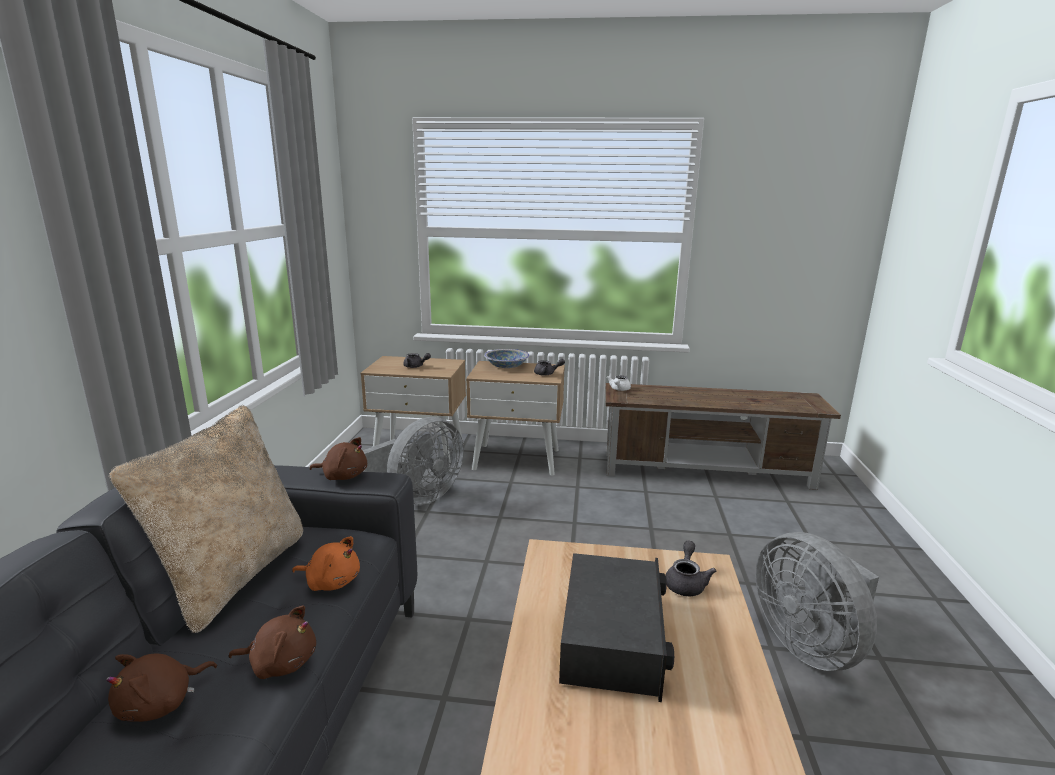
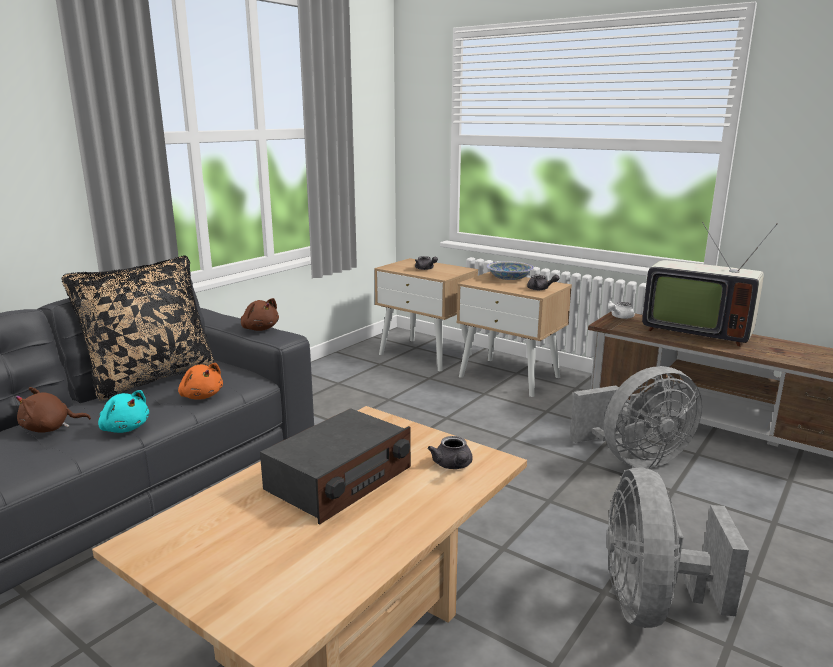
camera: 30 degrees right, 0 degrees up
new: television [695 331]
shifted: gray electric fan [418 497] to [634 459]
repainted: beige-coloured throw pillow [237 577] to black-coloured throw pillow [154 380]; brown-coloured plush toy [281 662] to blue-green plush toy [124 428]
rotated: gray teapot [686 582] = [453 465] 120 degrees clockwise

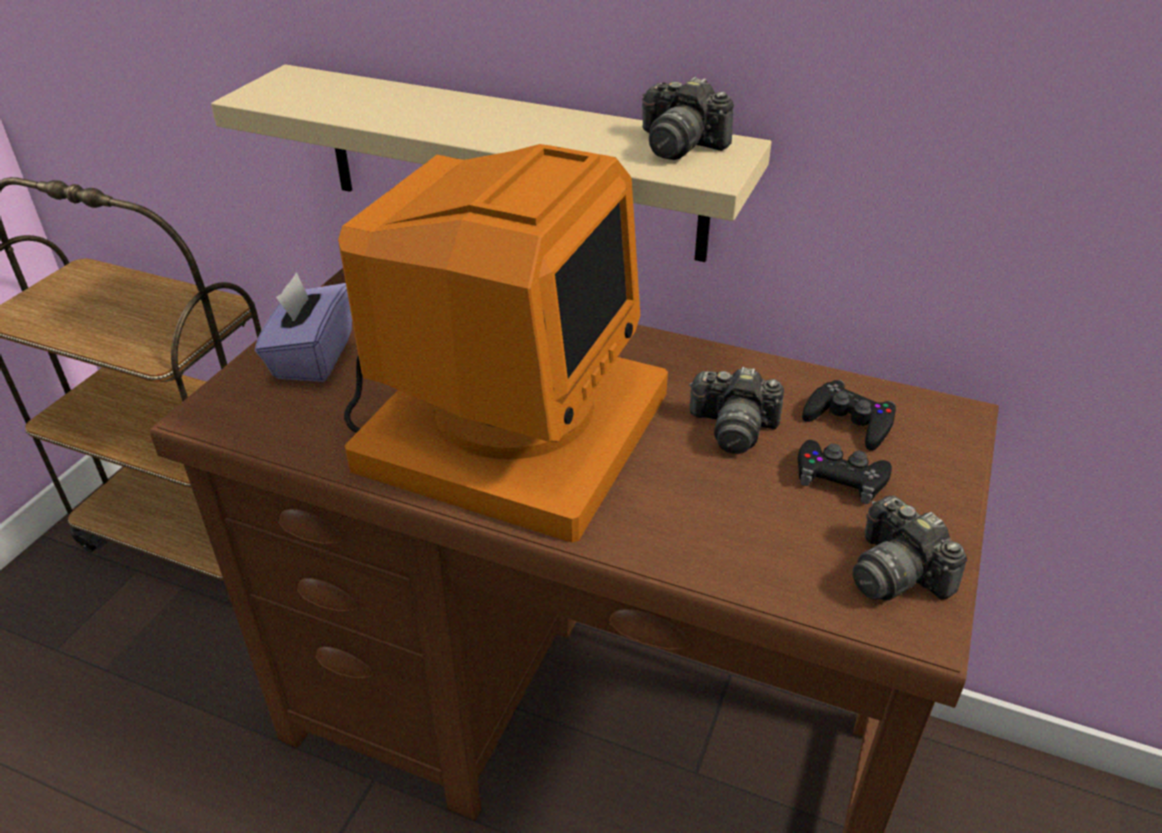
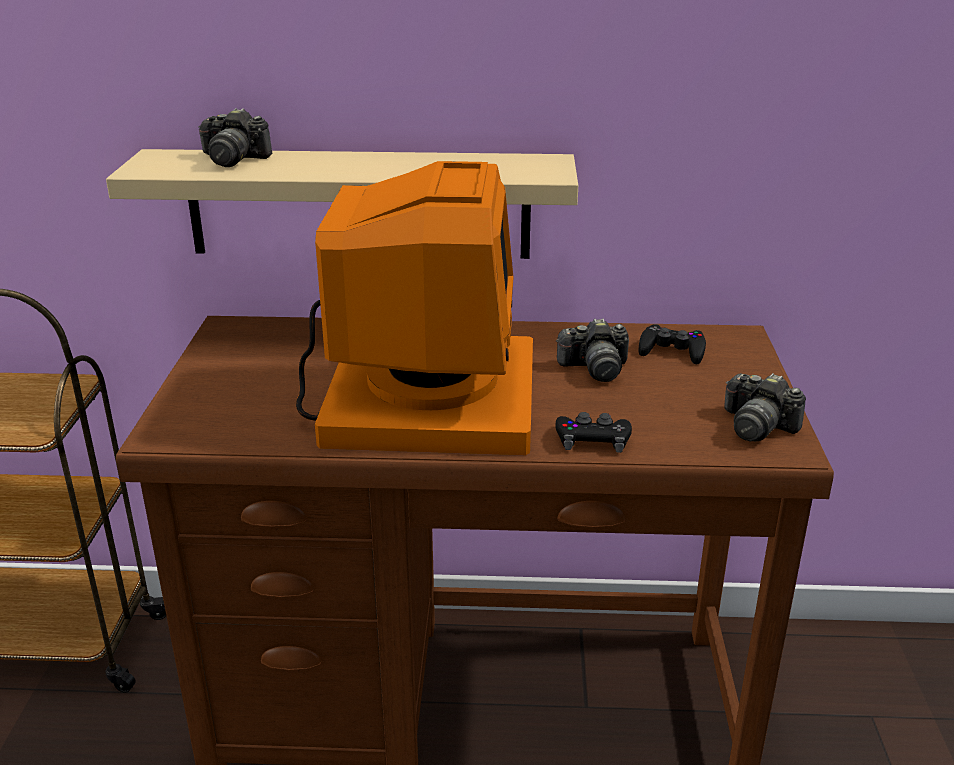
camera: 20 degrees left, 10 degrees down
gone: purple tissue box [312 357]
shifted: photo camera [680 145] to [234 159]; black-coloured joypad [840 477] to [592 440]

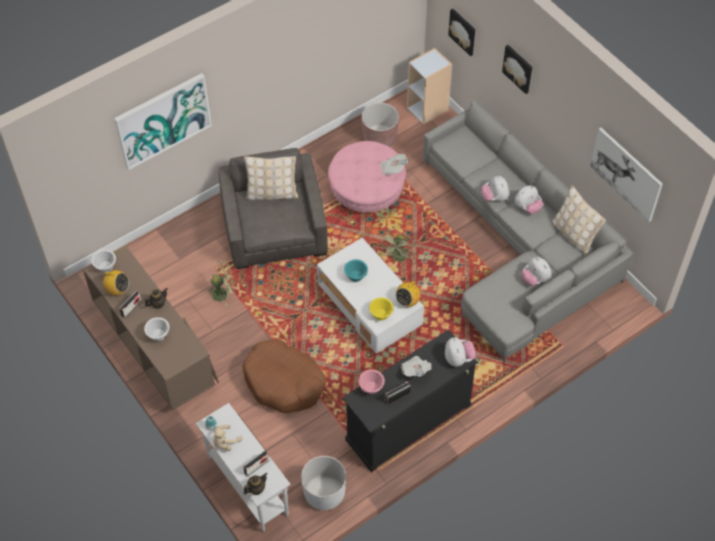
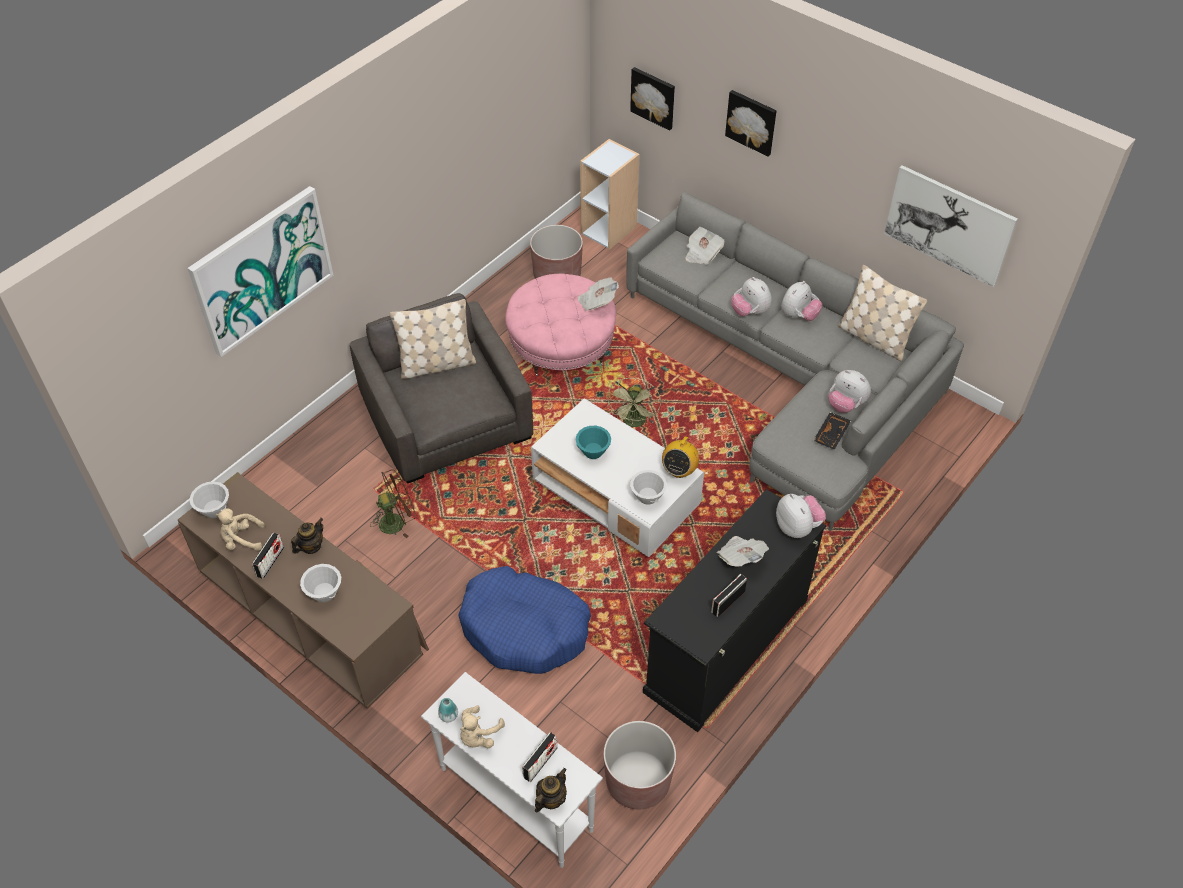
camera: 15 degrees left, 5 degrees down
gone: pinkish bowl [371 388]
new: newspaper [702 253]; black-coloured carrying tray [832 434]
swapped: radio receiver [117 290] to beige-coloured plush toy [241 540]
repainted: green electric fan [223 293] to brown-coloured electric fan [397 521]; brown-coloured dog cushion [284 382] to blue-coloured dog cushion [524 629]; white flower pot [324 493] to brown-coloured flower pot [638 781]; yellowish bowl [381 315] to white bowl [648 497]

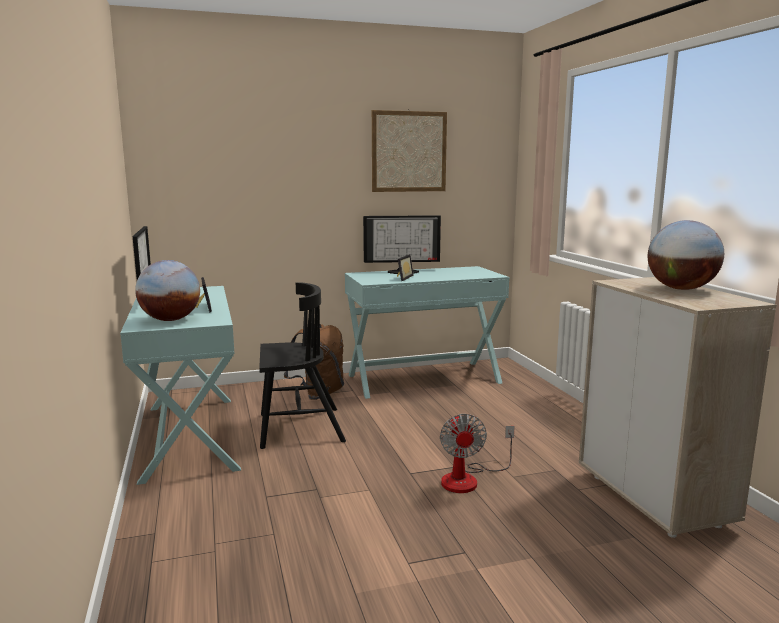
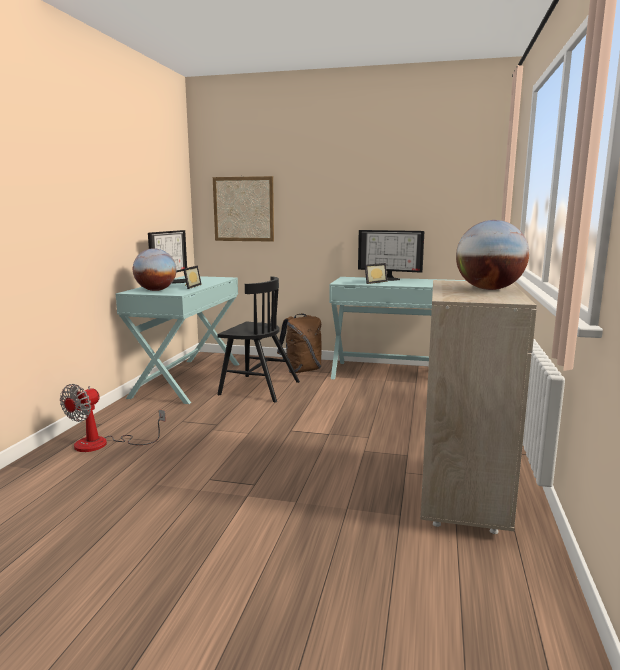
camera: 30 degrees right, 0 degrees up
shifted: picture [409 150] to [243 208]; electric fan [468 479] to [103 444]

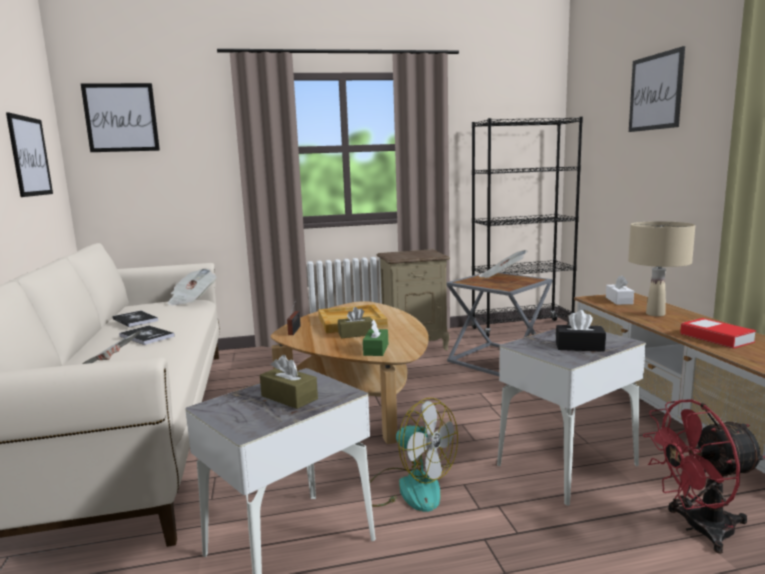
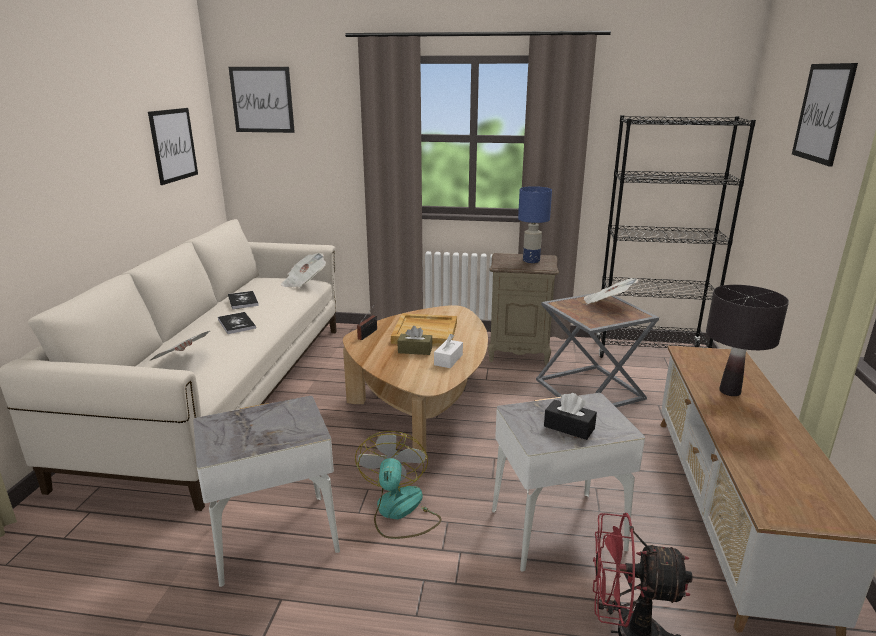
camera: 20 degrees right, 10 degrees up
gone: brown-coloured tissue box [289 397]; green tissue box [376 349]; book [716 338]
new: blue-coloured tabletop lamp [531 260]
shifted: white tissue box [619 300] to [448 360]
repainted: beige-coloured tabletop lamp [655 314] to black-coloured tabletop lamp [729 391]
rotated: electric fan [409 488] = [399 512] 150 degrees counterclockwise

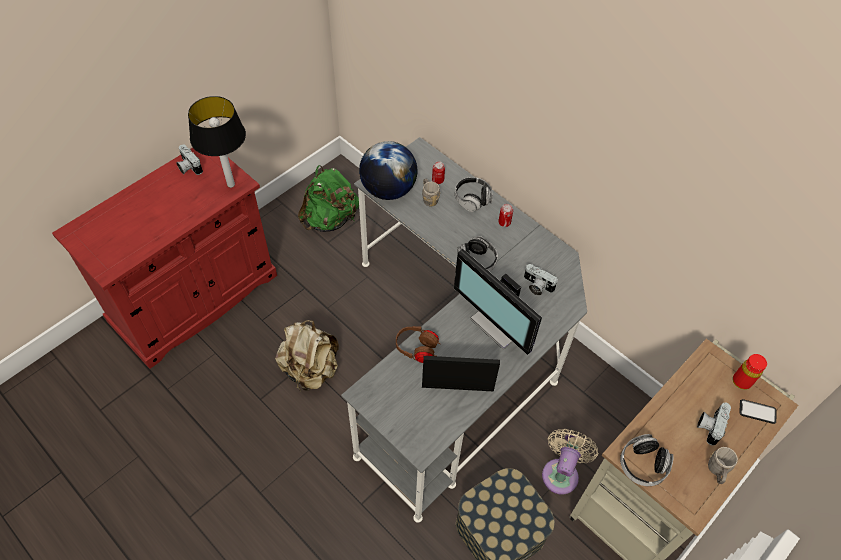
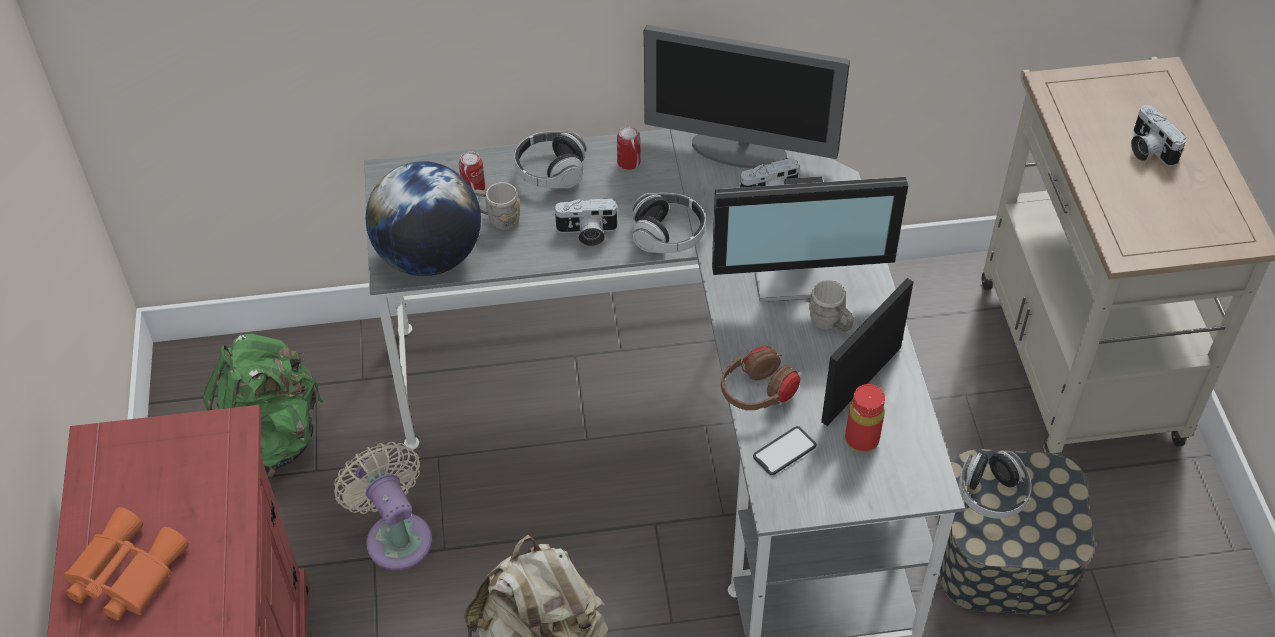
camera: 50 degrees left, 5 degrees down
gone: tabletop lamp [230 185]
new: orange pair of binoculars [124 573]; monitor [740 151]
shifted: photo camera [188 167] to [587 233]; beige-coloured electric fan [561 472] to [396 535]; headphones [642 465] to [991 494]; gray coffee mug [717 471] to [830 324]; red-coloured bottle [741 381] to [861 440]; telephone [757 411] to [784 451]

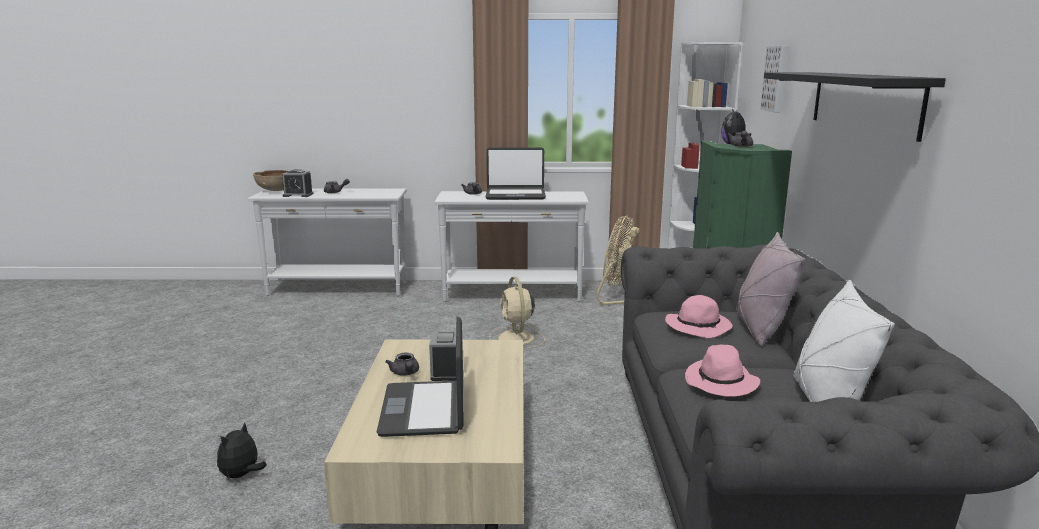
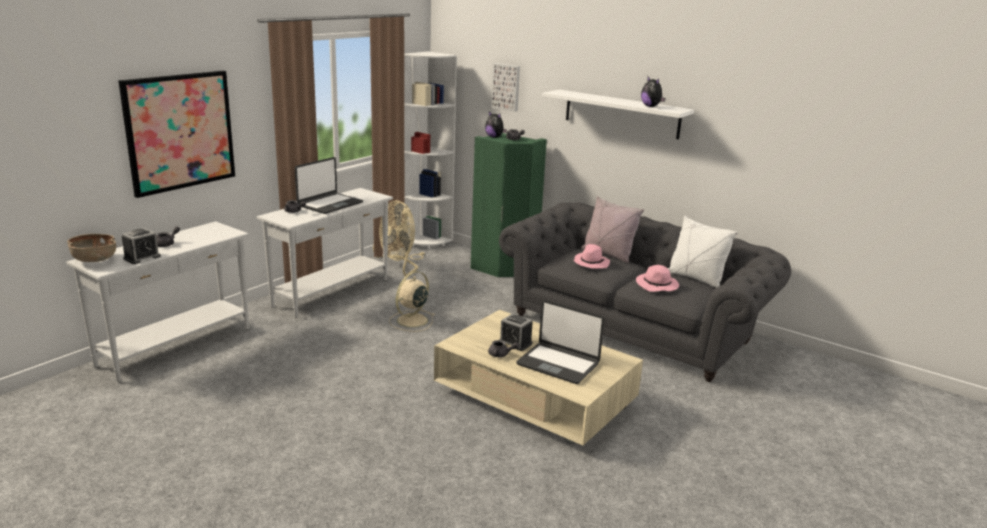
camera: 55 degrees left, 5 degrees up
new: picture [180 131]
shifted: plush toy [241 475] to [651 106]
repainted: black-coloured shelf [863 102] to white shelf [621 114]
rotated: beige-coloured electric fan [516 339] = [411 321] 105 degrees clockwise

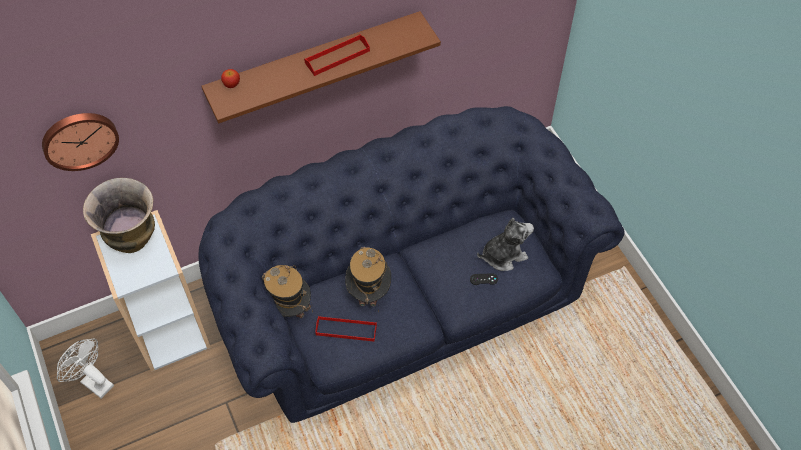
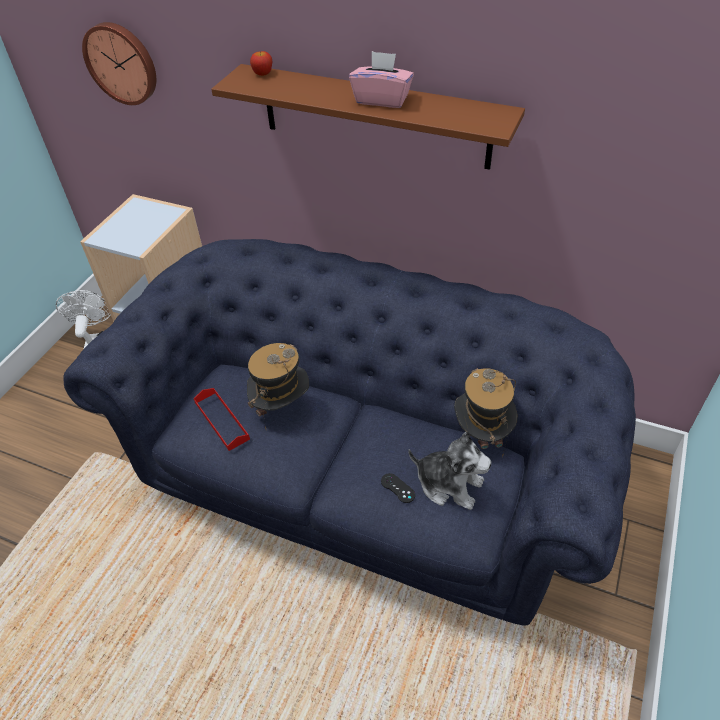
camera: 50 degrees right, 10 degrees down
gone: decorative vase [133 239]
shifted: wearable hat [288 308] to [481 434]
swapped: red-coloured carrying tray [337 57] to pinkish tissue box [382 100]

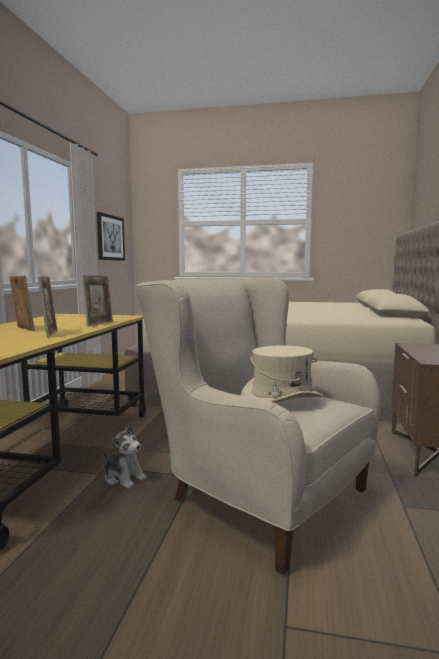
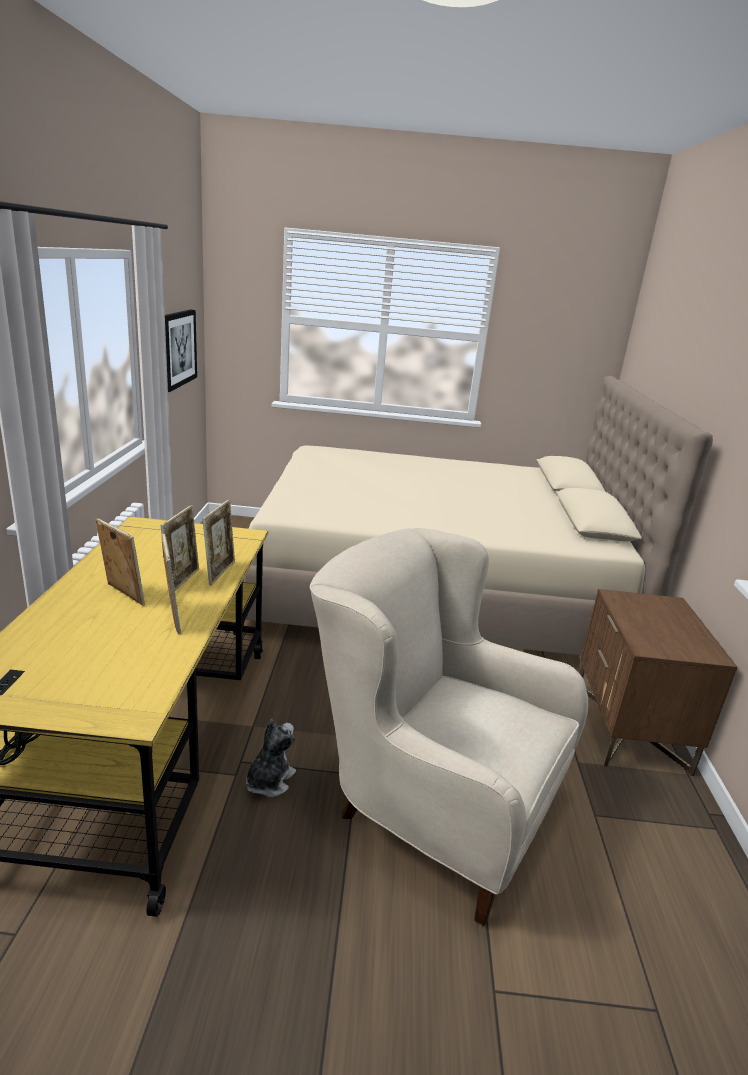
camera: 10 degrees left, 15 degrees up
gone: beige-coloured wearable hat [281 398]
new: picture frame [182 580]
rotated: plush toy [124 478] = [269 781] 90 degrees counterclockwise

